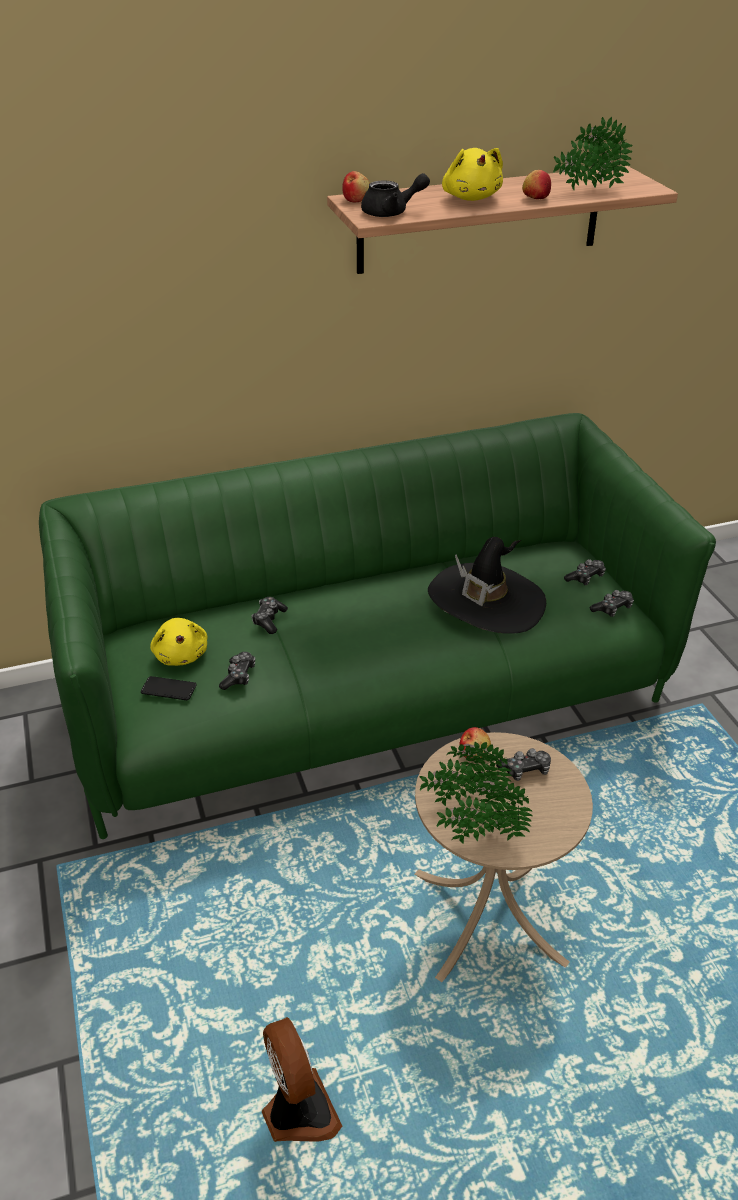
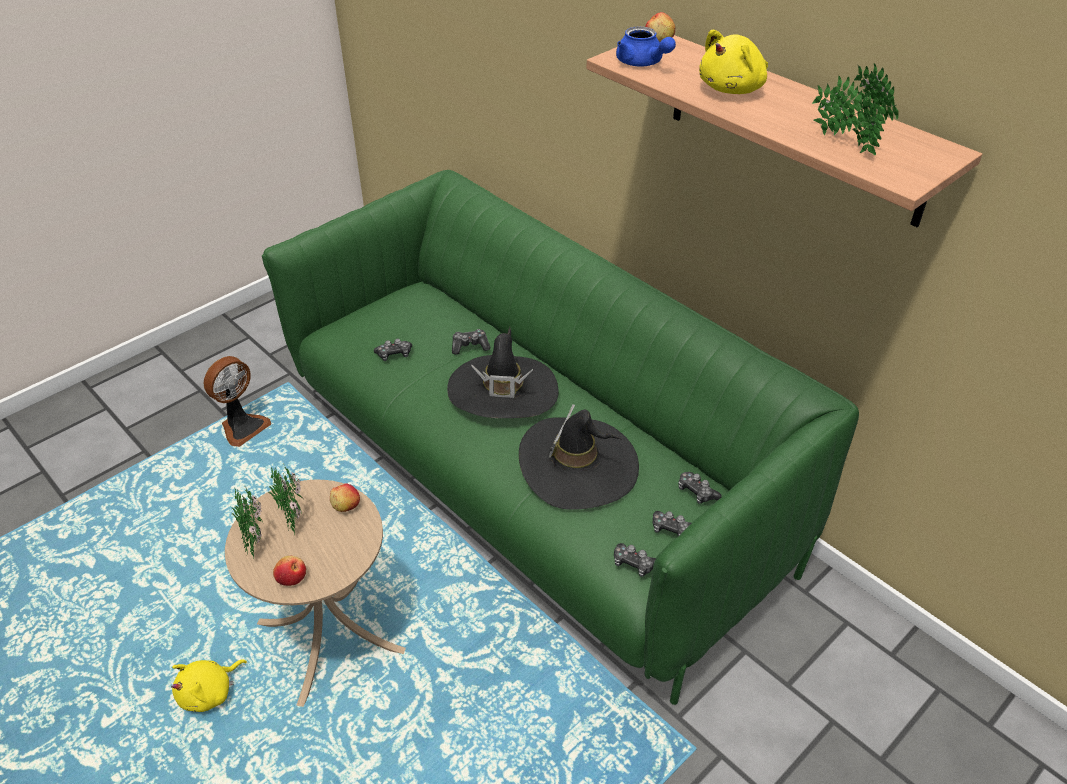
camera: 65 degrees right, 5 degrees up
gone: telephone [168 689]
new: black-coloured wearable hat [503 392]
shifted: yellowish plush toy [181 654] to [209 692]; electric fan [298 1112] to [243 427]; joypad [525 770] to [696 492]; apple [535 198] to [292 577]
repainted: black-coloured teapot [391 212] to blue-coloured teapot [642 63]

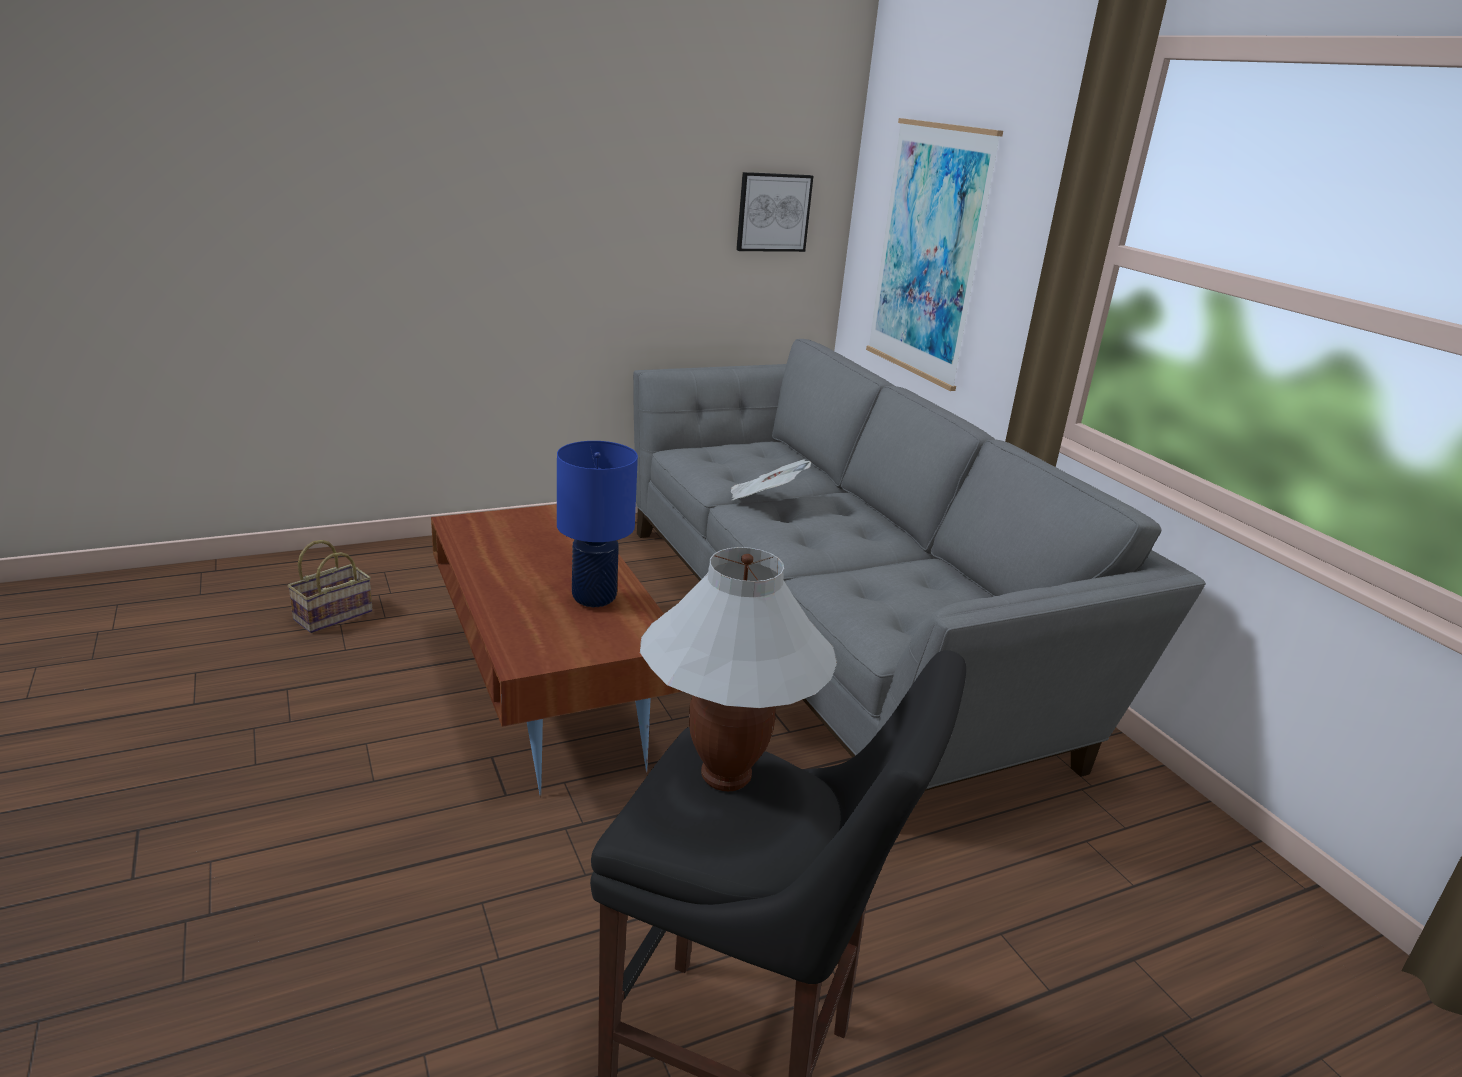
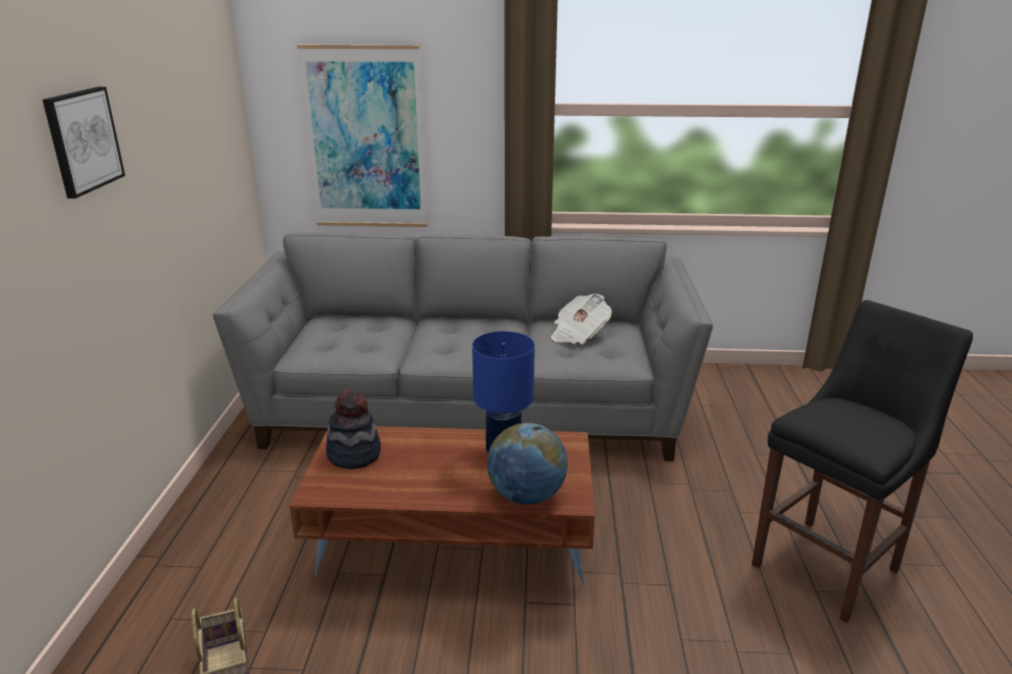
camera: 60 degrees left, 0 degrees up
gone: white tabletop lamp [725 775]
new: wearable hat [354 454]; globe [526 496]
shifted: newspaper [765 499] to [578 334]; picture [773 212] to [83 140]

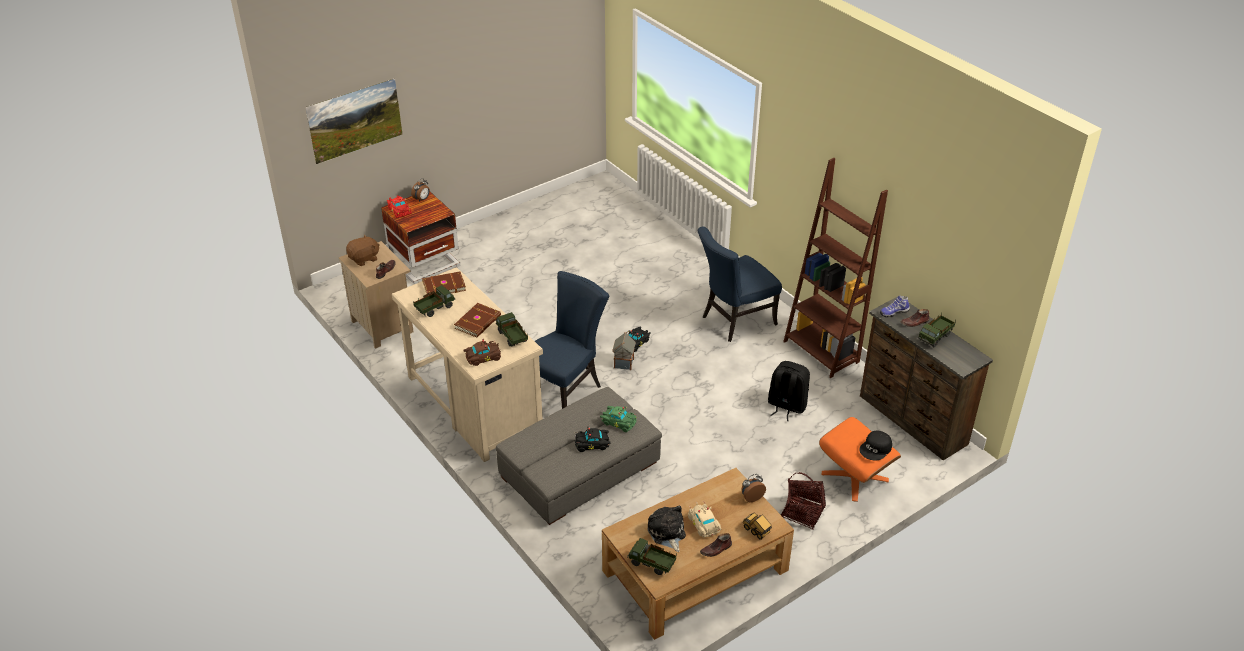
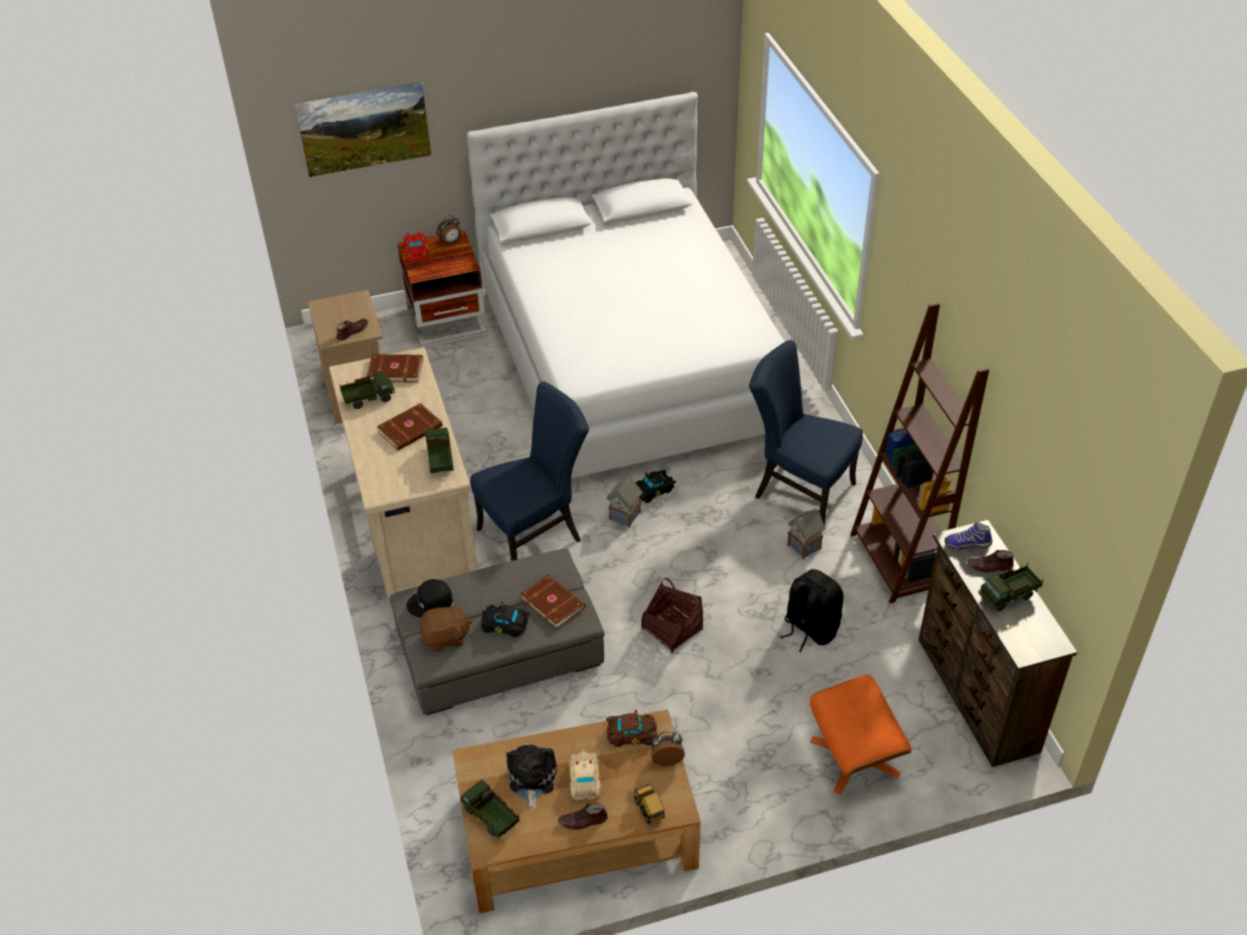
camera: 20 degrees right, 5 degrees up
new: white bed [632 361]; toy house [804 546]
shifted: brown-coloured plush toy [364 259] to [446 638]; brown-coloured miniature car [482 357] to [630 734]; household basket [803 513] to [672 630]; black-coloured peaked cap [876 449] to [430 602]
swapped: green miniature car [618 421] to brown-coloured book [553 602]
rotated: blue-coloured plain chair [734 321] = [798 489] 45 degrees clockwise

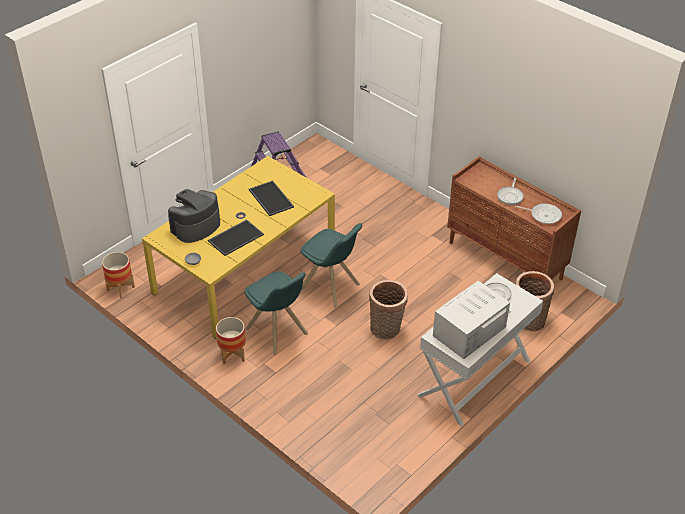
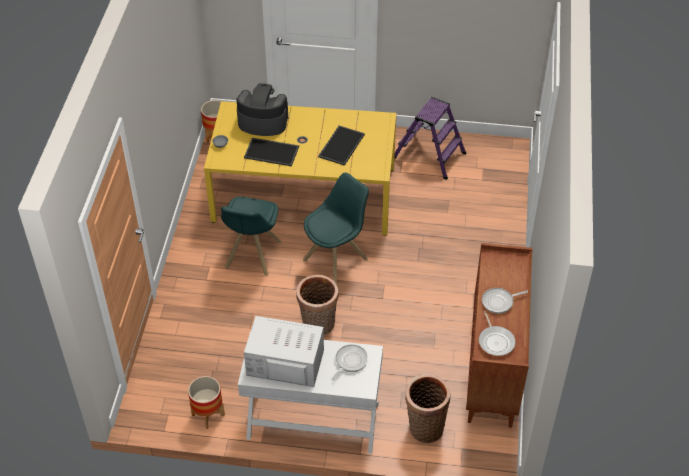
camera: 55 degrees right, 5 degrees up
shifted: flower pot [232 355] to [208 415]
rotated: blue-green plain chair [330 287] = [336 259] 135 degrees counterclockwise

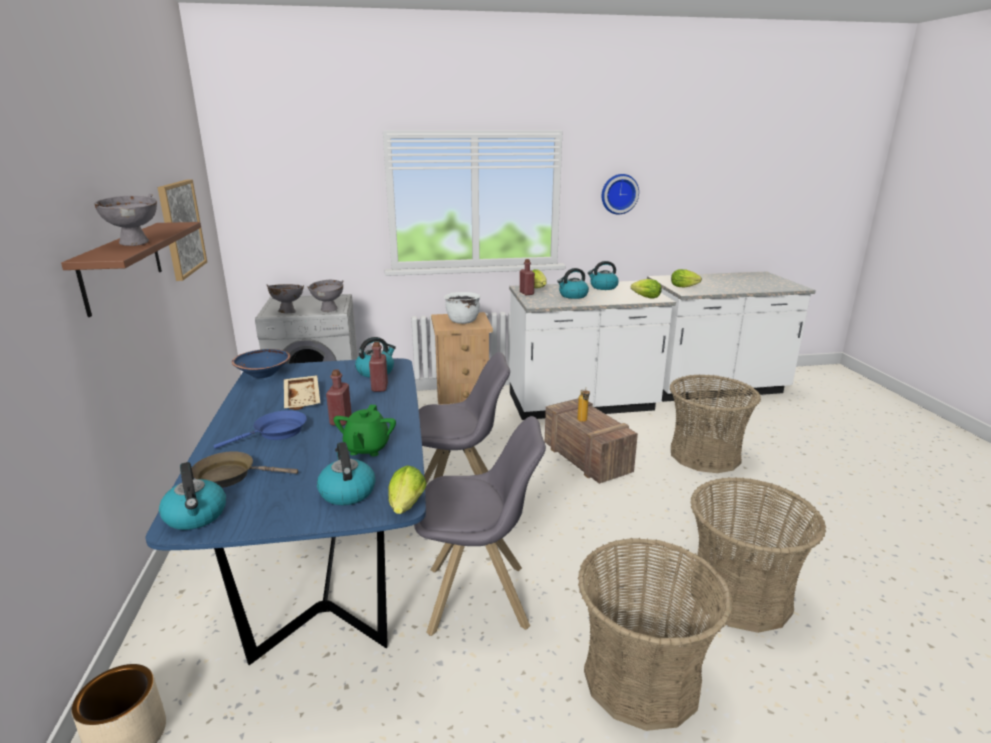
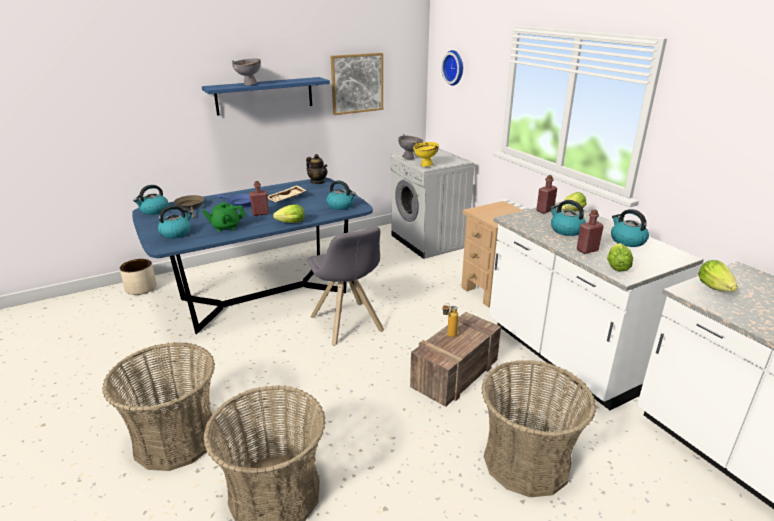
camera: 70 degrees right, 5 degrees up
gone: gray plain chair [478 598]; white cooking pot [462 321]
shifted: red-coloured bottle [379 387] to [587 250]; lettuce head [406 508] to [289 223]; clock on the wall [619 194] to [454 67]
swapped: blue-coloured bowl [263 374] to teapot [317 182]
repainted: brown-coloured shelf [122 265] to blue-coloured shelf [264 96]; gray bowl [329 310] to yellowish bowl [425 165]

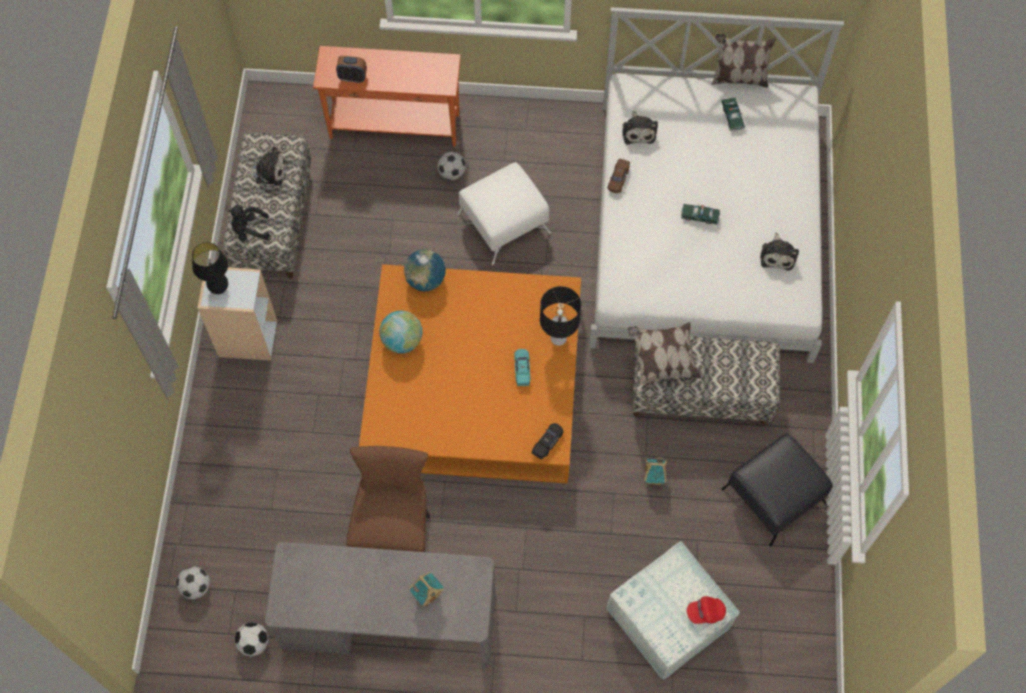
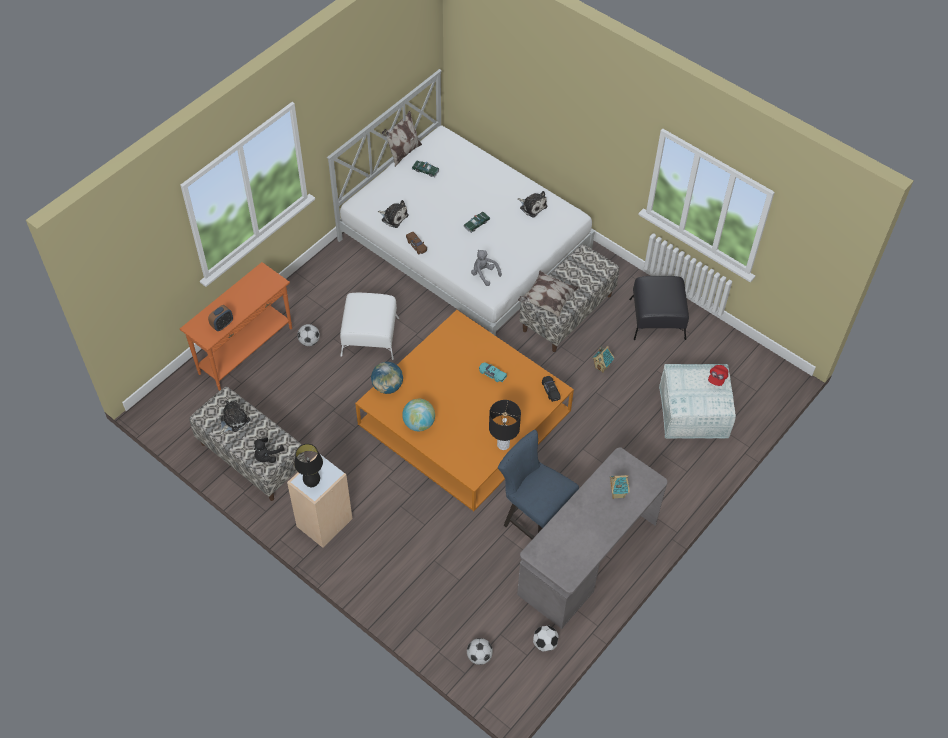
camera: 55 degrees left, 10 degrees down
new: gray plush toy [484 274]
shifted: black-coloured tabletop lamp [558 338] to [503 444]
repainted: brown-coloured plain chair [396 535] to blue-coloured plain chair [533 520]

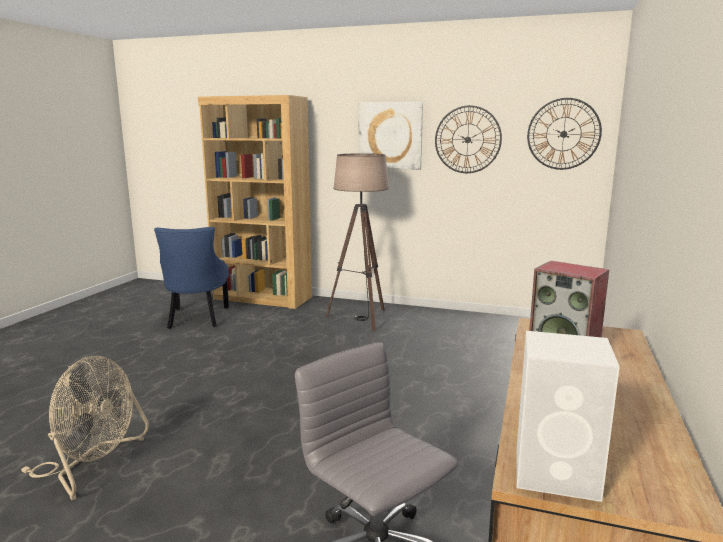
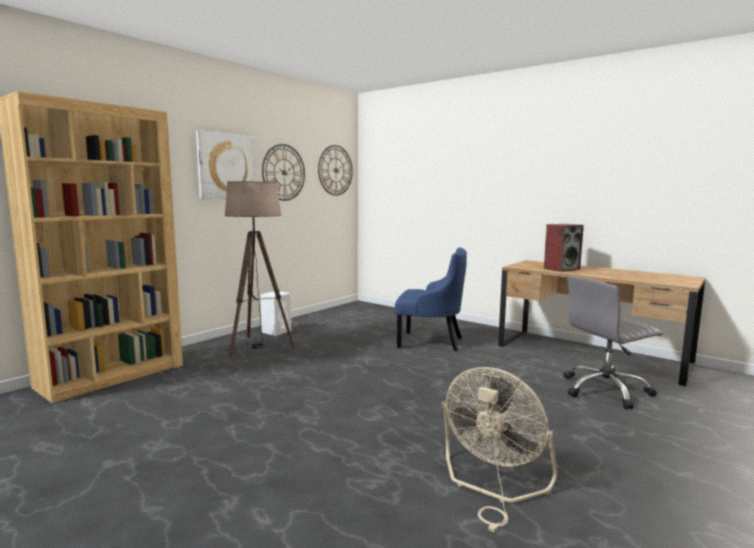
camera: 70 degrees left, 5 degrees down
shifted: blue-coloured plain chair [197 317] to [429 342]; white audio speaker [558 474] to [277 331]

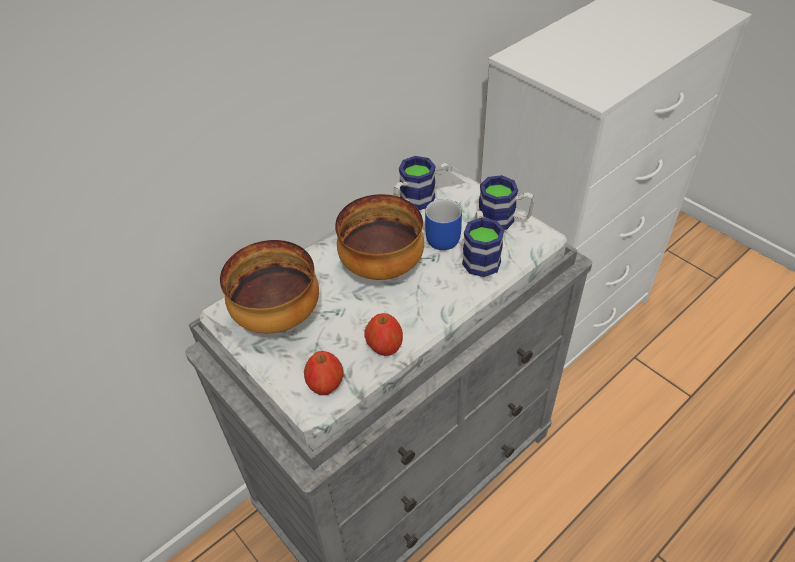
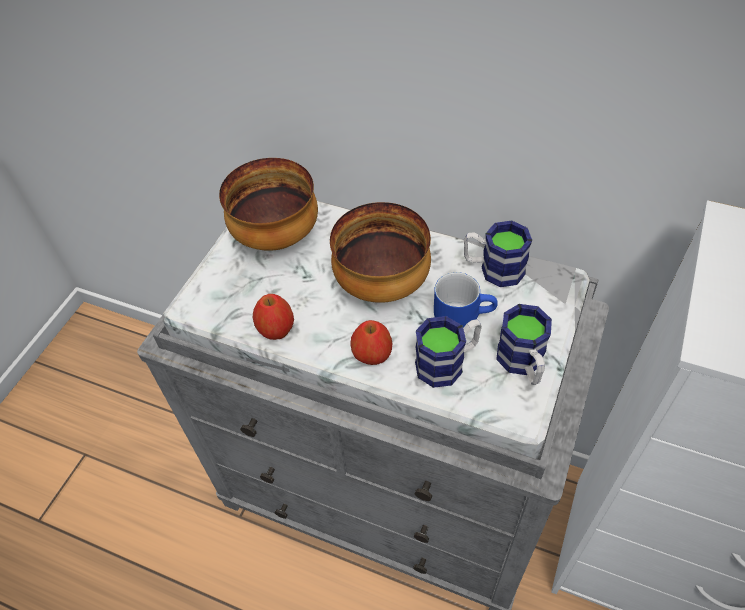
camera: 65 degrees right, 5 degrees up
shifted: apple [326 386] to [372 356]

